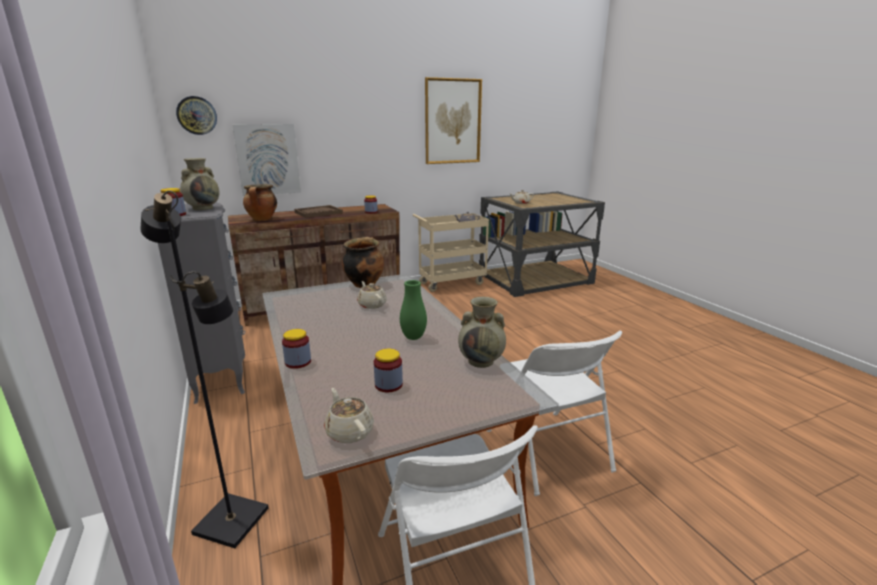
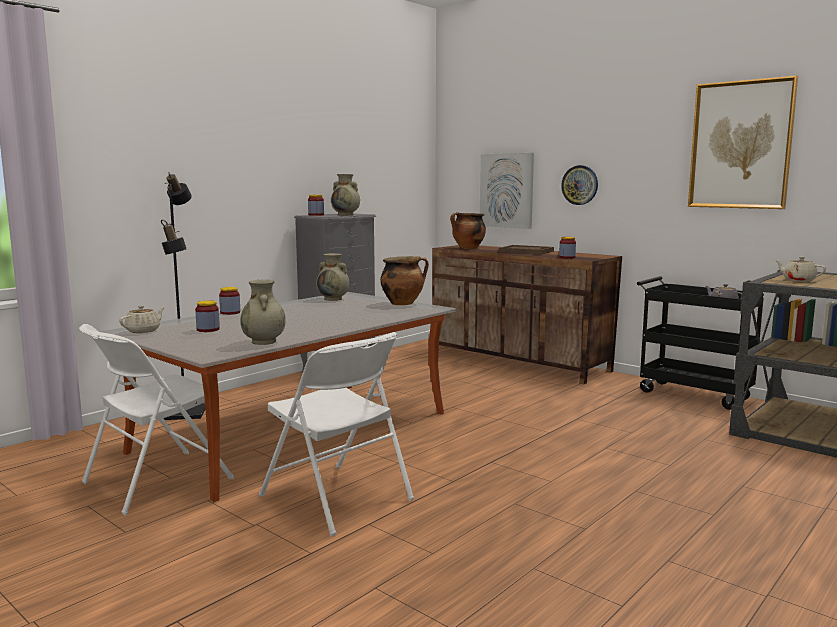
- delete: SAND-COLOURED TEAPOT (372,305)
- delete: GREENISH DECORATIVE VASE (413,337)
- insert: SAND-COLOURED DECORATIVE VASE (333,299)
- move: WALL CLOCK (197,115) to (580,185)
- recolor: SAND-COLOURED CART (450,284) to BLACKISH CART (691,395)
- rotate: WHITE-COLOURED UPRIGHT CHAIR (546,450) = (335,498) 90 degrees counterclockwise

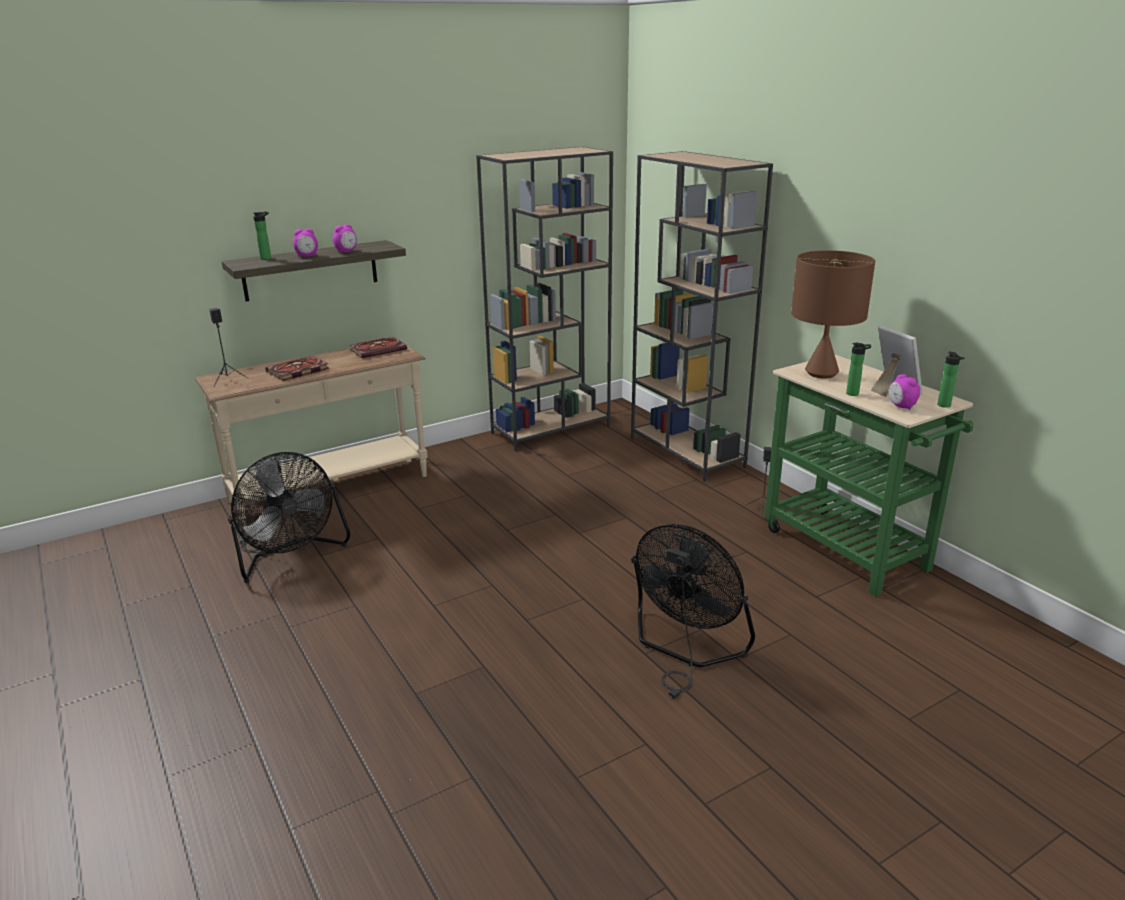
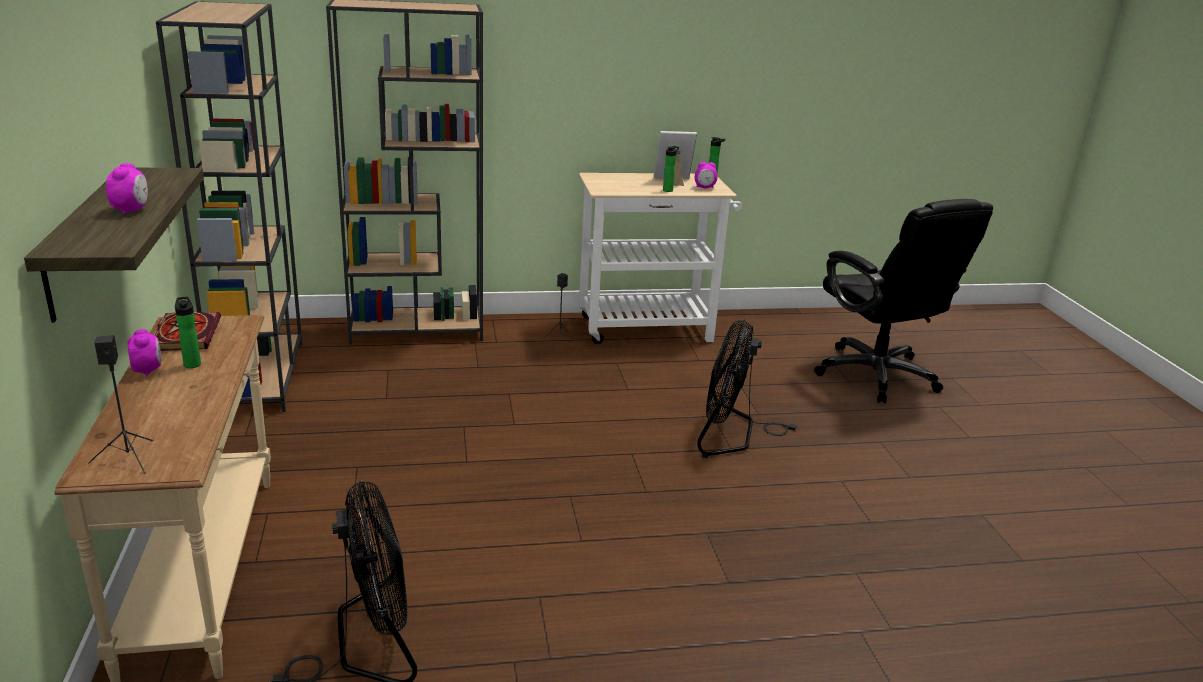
- delete: BOOK (297,371)
- delete: BROWNISH LAMP FOR A TABLE (821,374)
- insert: BLACKISH OFFICE CHAIR (876,374)
- move: DRINK BOTTLE (267,258) to (192,363)
- move: BEDSIDE CLOCK (346,251) to (148,370)
- recolor: GREENISH CART (847,550) to WHITE-COLOURED CART (647,328)
- rotate: BLACKISH FAN (682,648) = (733,431) 45 degrees counterclockwise

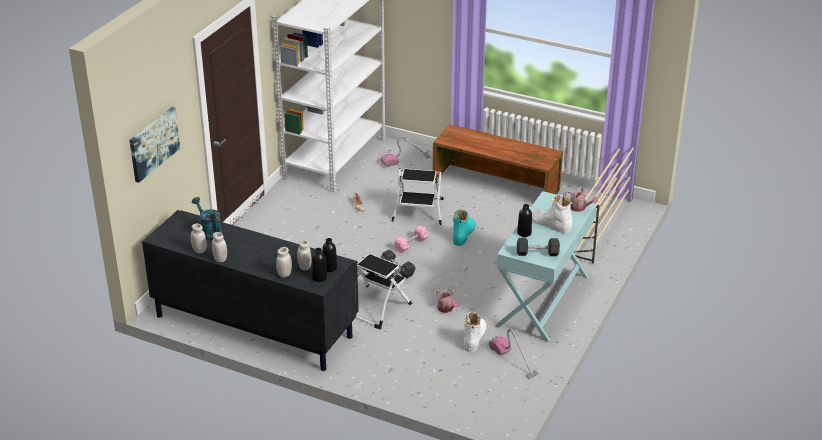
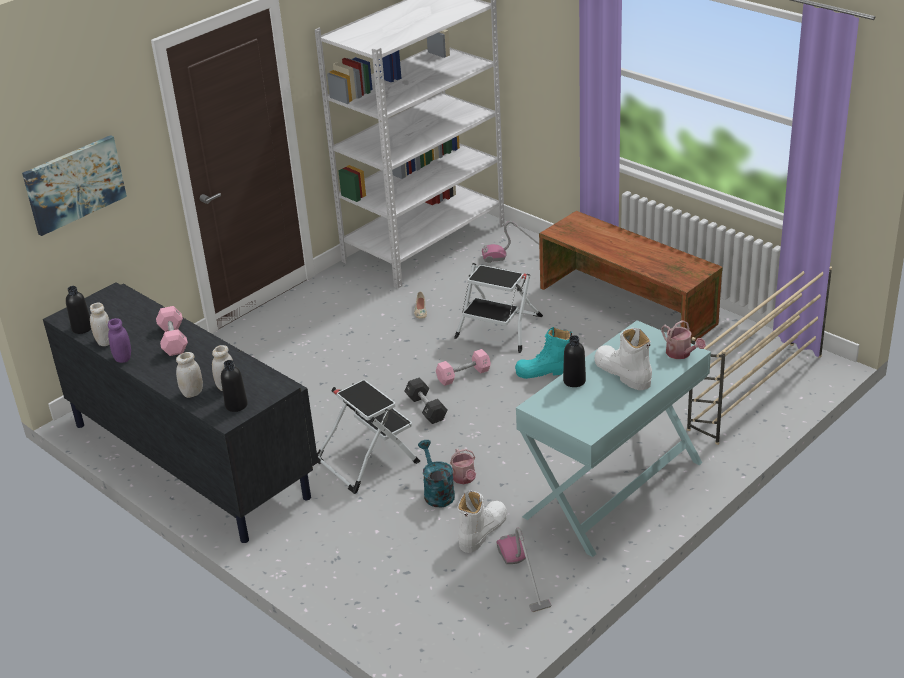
- delete: BLACKISH HAND WEIGHT (537,253)
- insert: PINKISH HAND WEIGHT (173,339)
- move: TURQUOISE-COLOURED WATERING CAN (209,231) to (437,492)
- move: BLACKISH DRINK BOTTLE (330,268) to (82,328)
- recolor: WHITE-COLOURED STORAGE JAR (220,259) to PURPLE STORAGE JAR (123,358)
- rotate: TURQUOISE-COLOURED TALL BOOT (463,234) = (545,371) 135 degrees counterclockwise

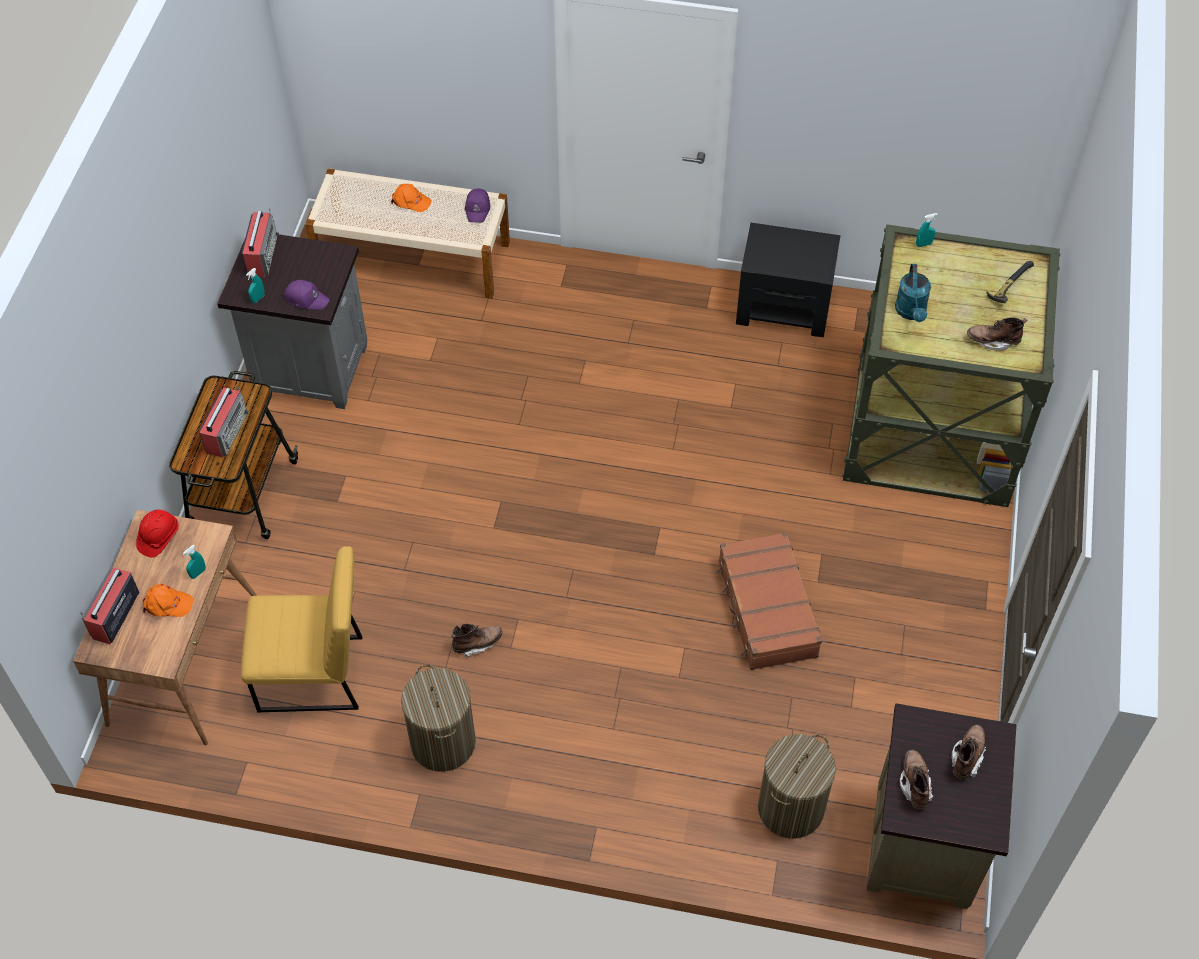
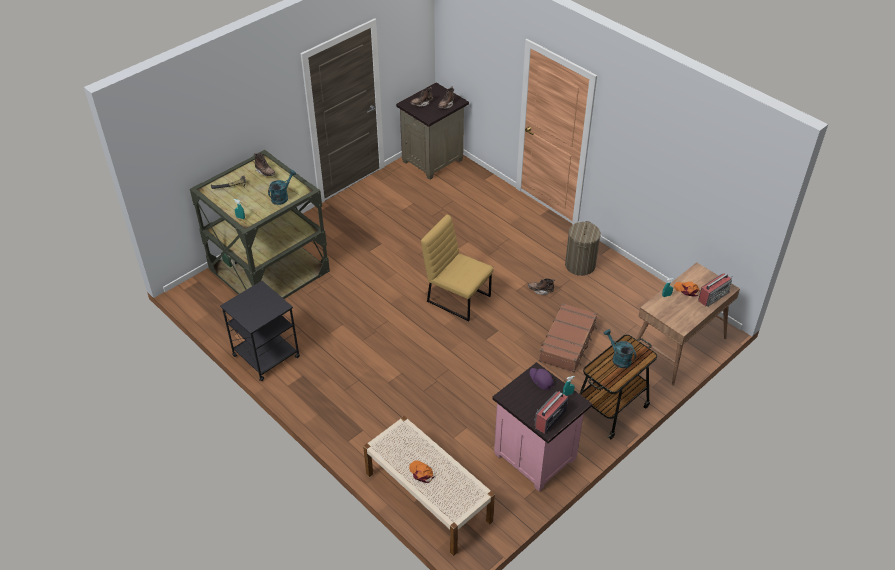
- delete: RED WORK HELMET (158,537)
- delete: PURPLE BASEBALL CAP (478,208)
- delete: HAMPER (790,808)
- move: YELLOW UPRIGHT CHAIR (314,674) to (457,297)
- move: BROWNISH PIECE OF LUGGAGE (766,609) to (568,343)
- replace: RADIO (227,432) to TURQUOISE-COLOURED WATERING CAN (618,358)
- replace: BLACKISH NIGHT TABLE (784,306) to BLACKISH CART (265,355)
- recolor: GREY STORAGE CABINET (308,369) to PINKISH STORAGE CABINET (536,458)

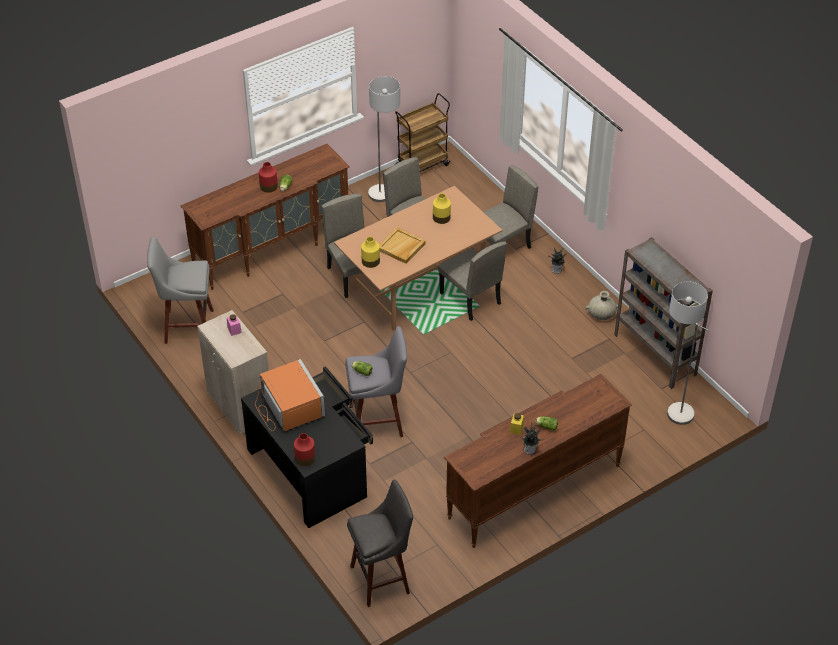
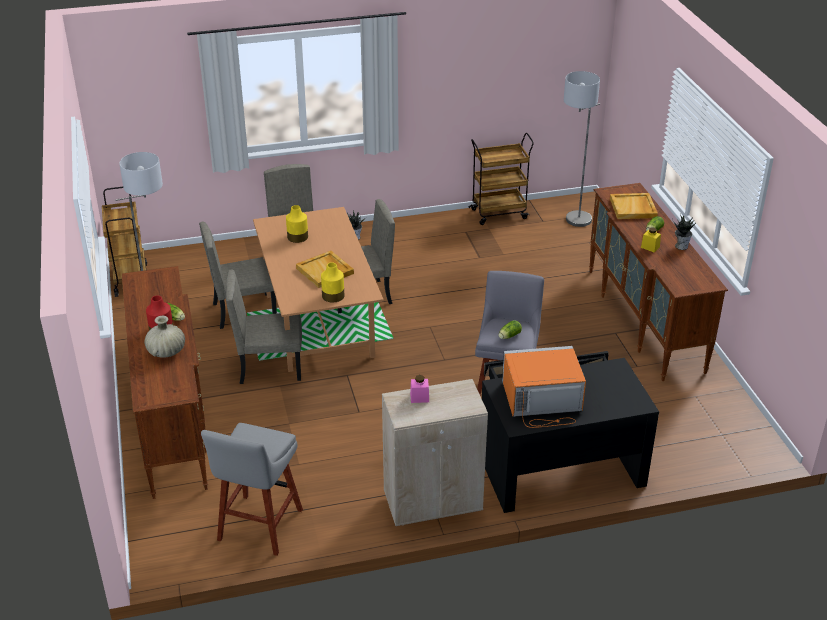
- delete: RED DECORATIVE VASE (305,458)
- delete: GREY STOOL (382,579)
- insert: SAND-COLOURED SERVING TRAY (633,208)
- move: SAND-COLOURED DECORATIVE VASE (601,314) to (166,352)
- replace: GREY BOOKSHELF (655,354) to BROWNISH CART (499,214)

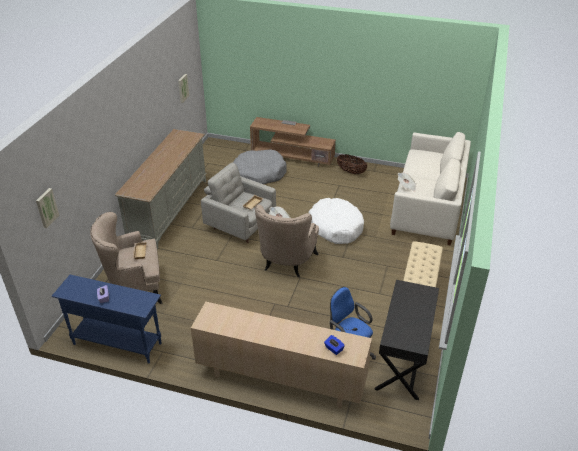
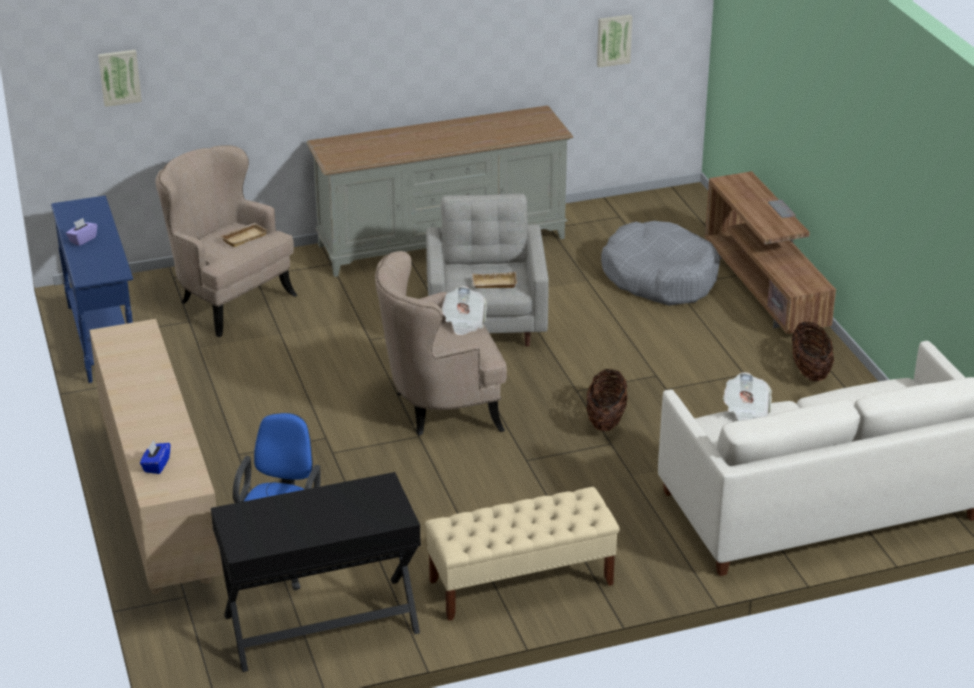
- replace: WHITE-COLOURED DOG BED (336,227) to STORAGE BASKET (606,420)

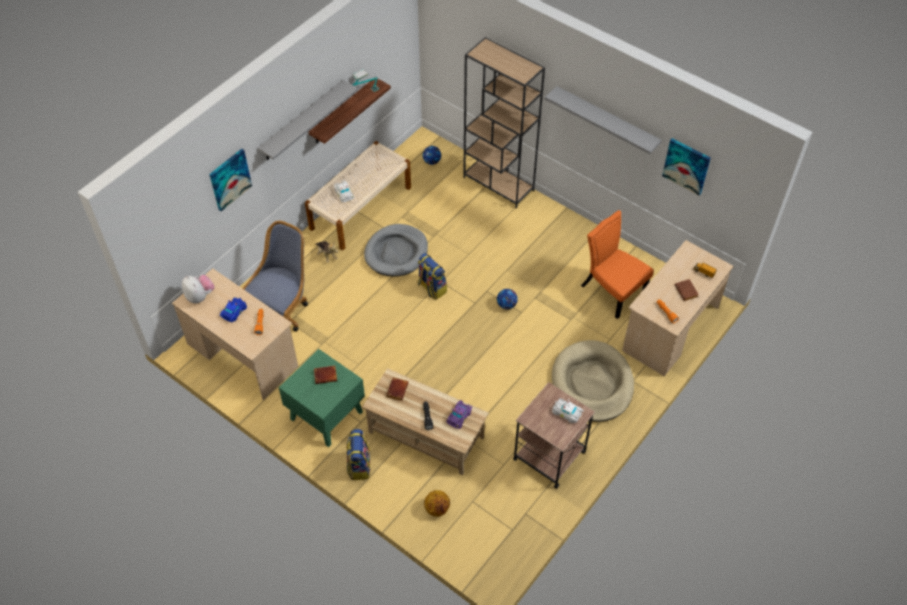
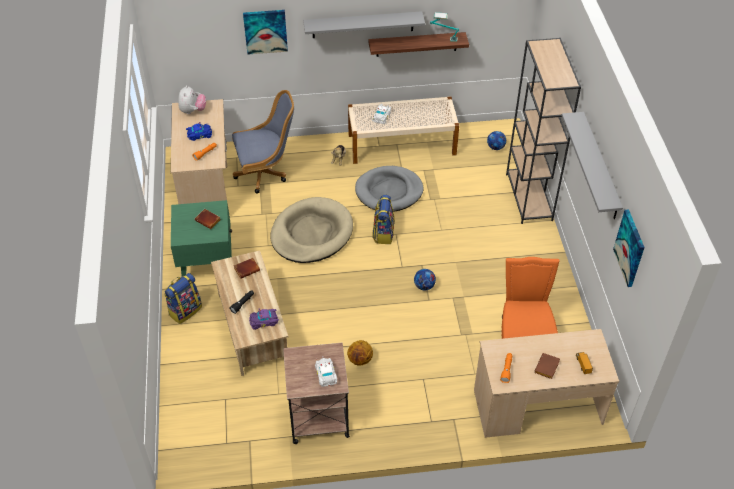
- move: BASKETBALL BALL (437,509) to (360,360)
- move: SAND-COLOURED DOG BED (592,383) to (311,233)

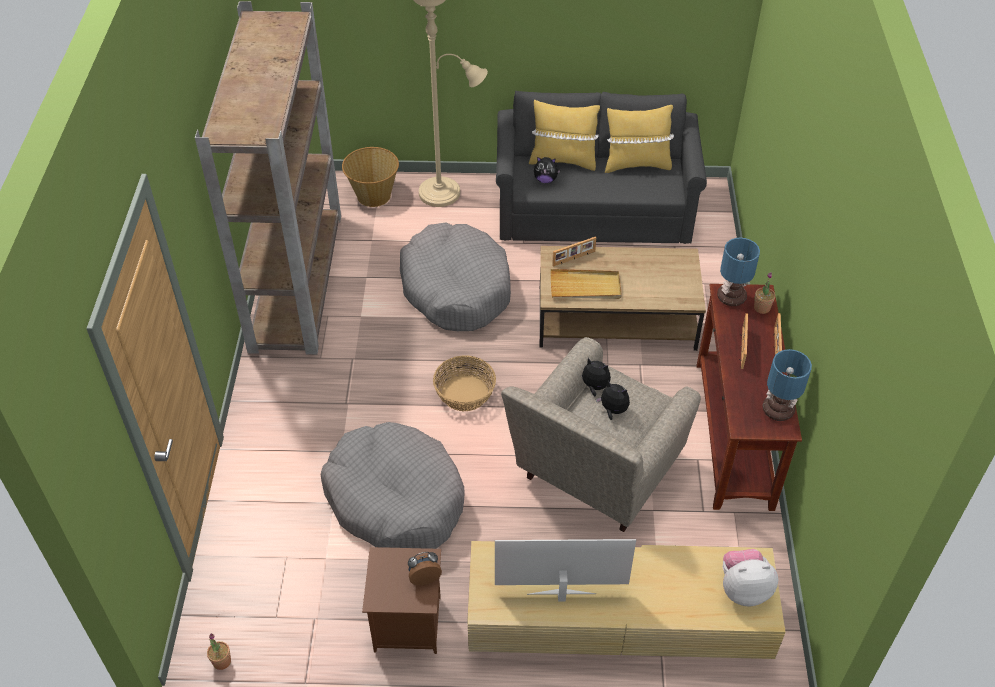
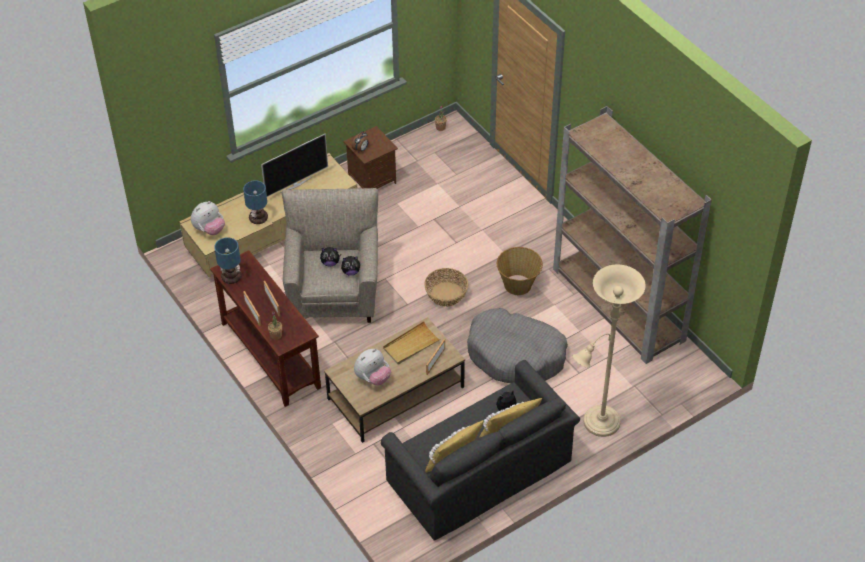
- delete: GREY DOG BED (395,499)
- insert: PLUSH TOY (373,378)
- move: STORAGE BASKET (373,195) to (518,285)
- move: LAMP FOR A TABLE (732,296) to (258,219)

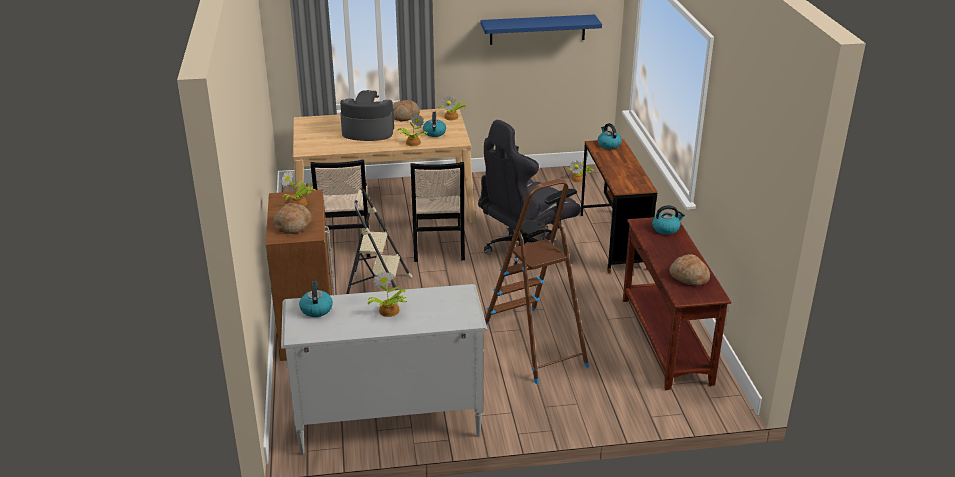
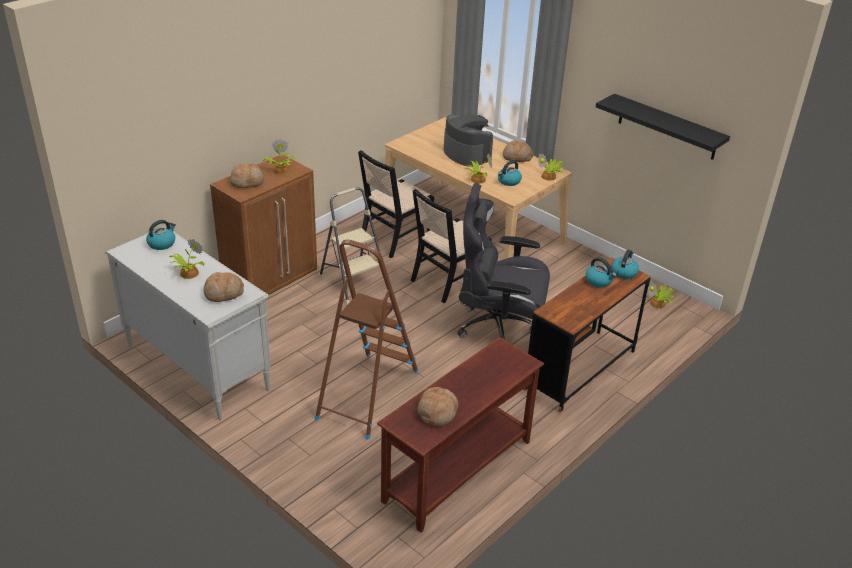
- insert: BAKERY BREAD (223,293)
- move: KETTLE (666,229) to (599,281)
- recolor: BLUE WALL SHELF (537,29) to BLACKISH WALL SHELF (667,127)

